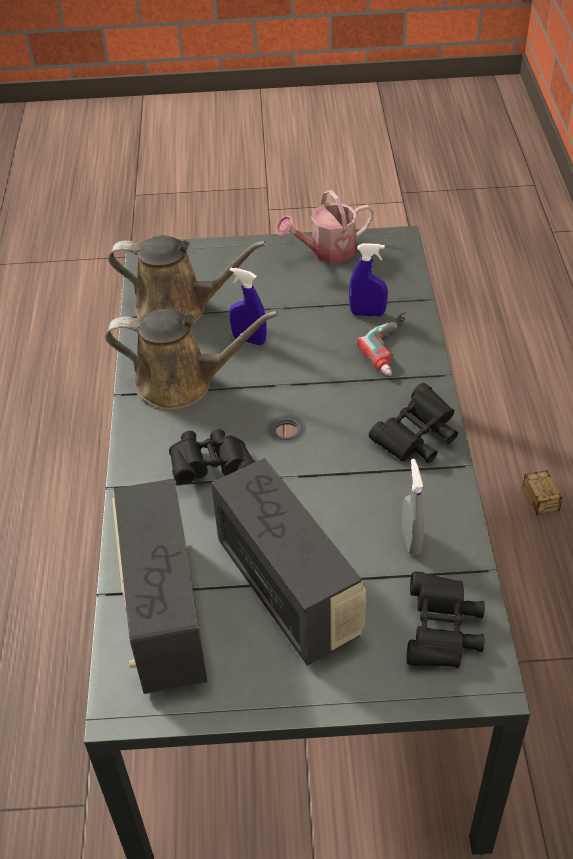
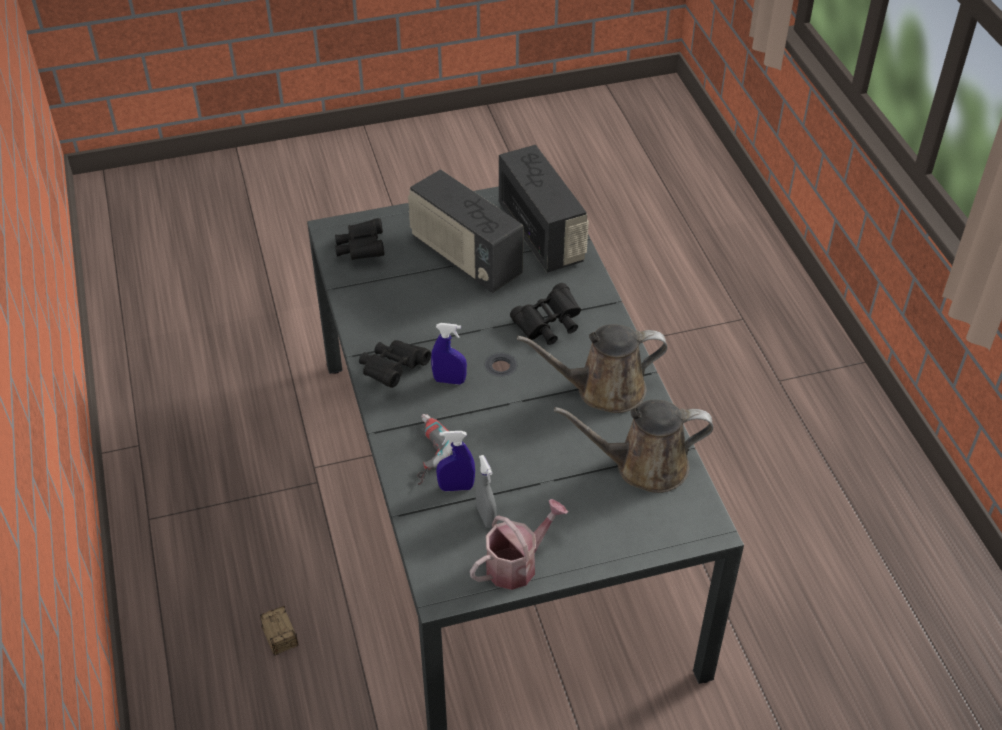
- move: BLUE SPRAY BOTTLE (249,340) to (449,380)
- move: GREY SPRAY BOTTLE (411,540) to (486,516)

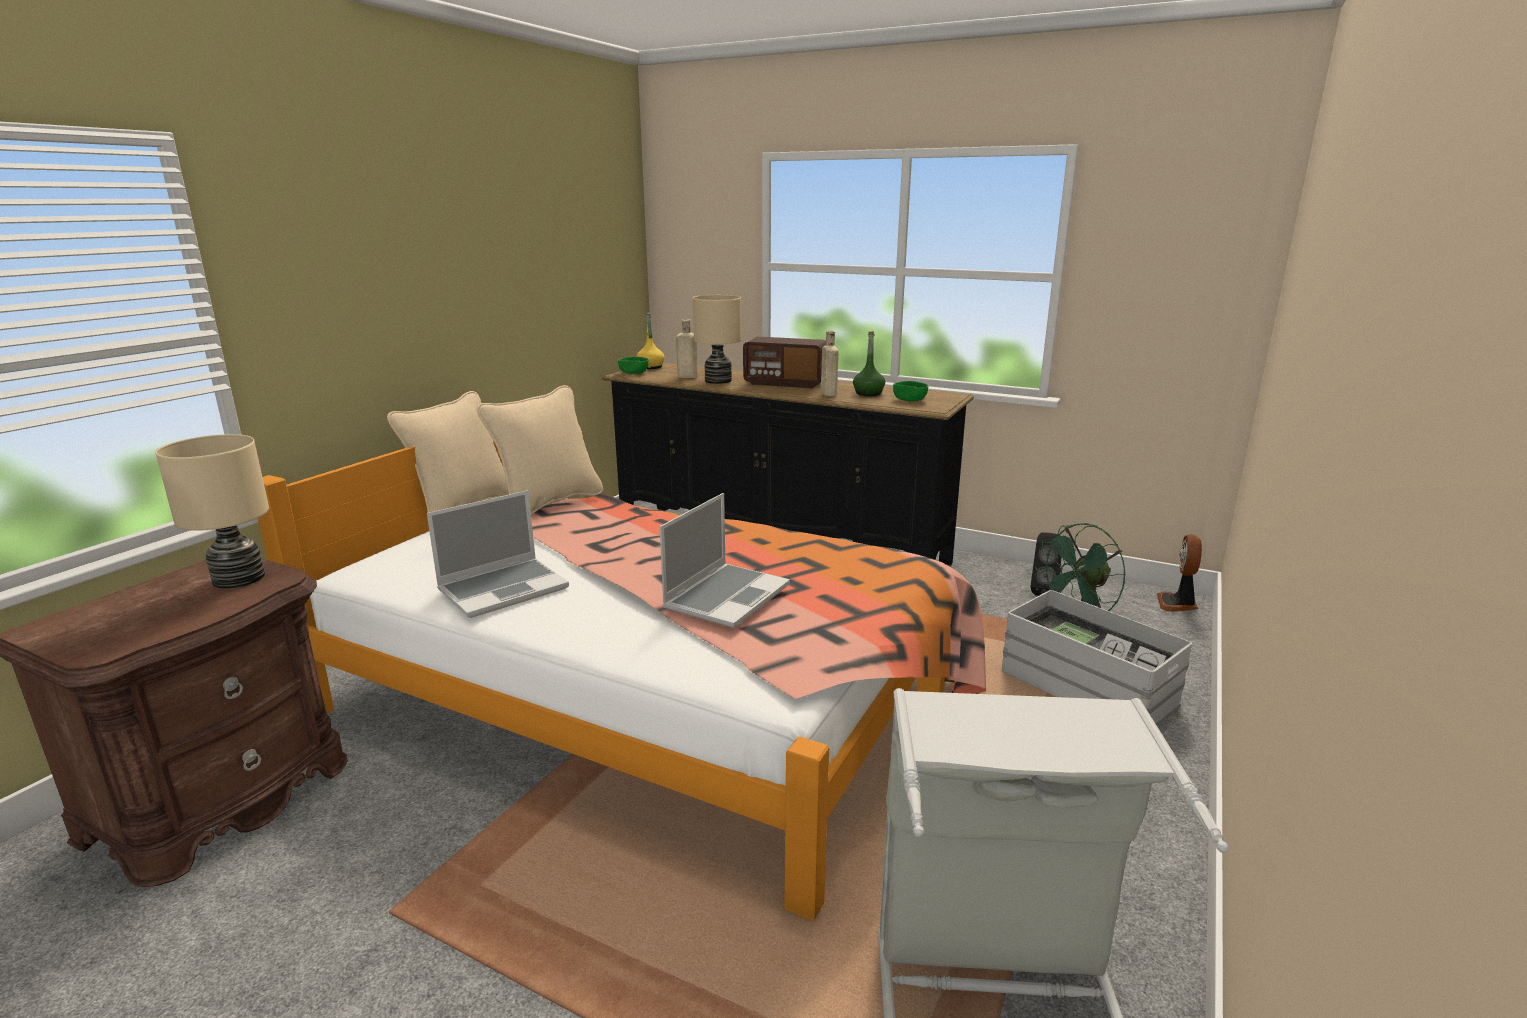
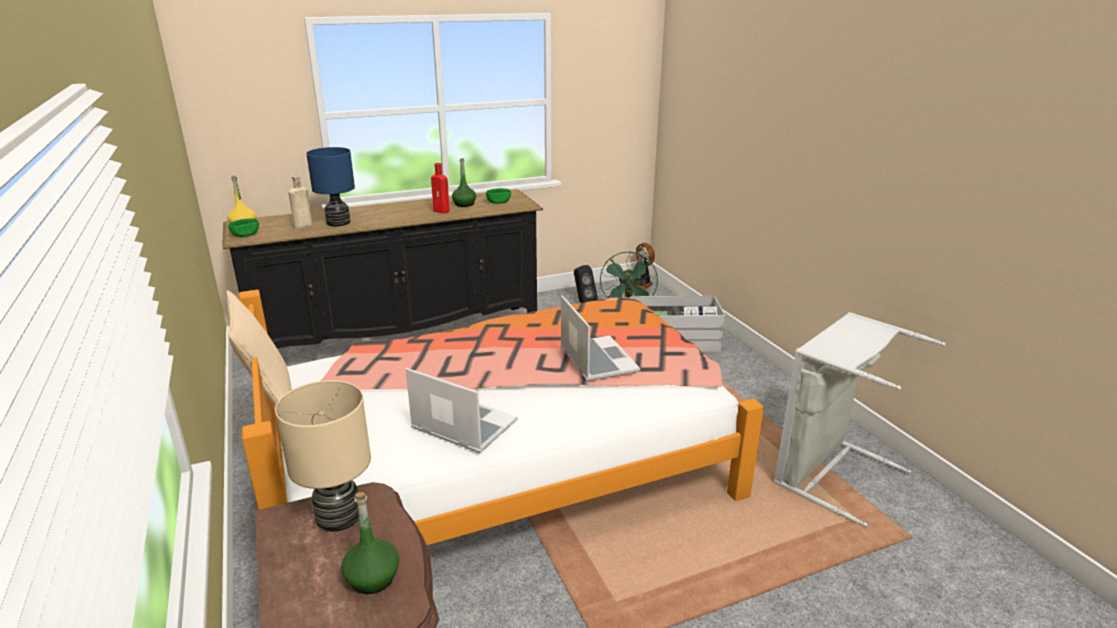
- delete: SAND-COLOURED PILLOW (549,503)
- delete: RADIO (785,383)
- insert: GREENISH DRINK BOTTLE (372,578)
- recolor: SAND-COLOURED LAMP FOR A TABLE (718,381) to BLUE LAMP FOR A TABLE (338,222)
- recolor: SAND-COLOURED DRINK BOTTLE (829,393) to RED DRINK BOTTLE (442,211)
- rotate: PORTABLE COMPUTER (504,588) = (462,426) 60 degrees counterclockwise

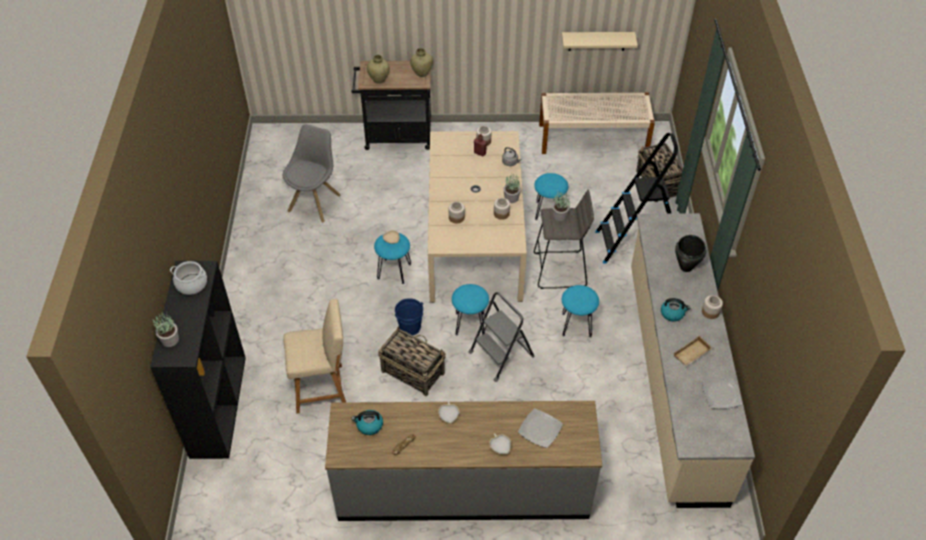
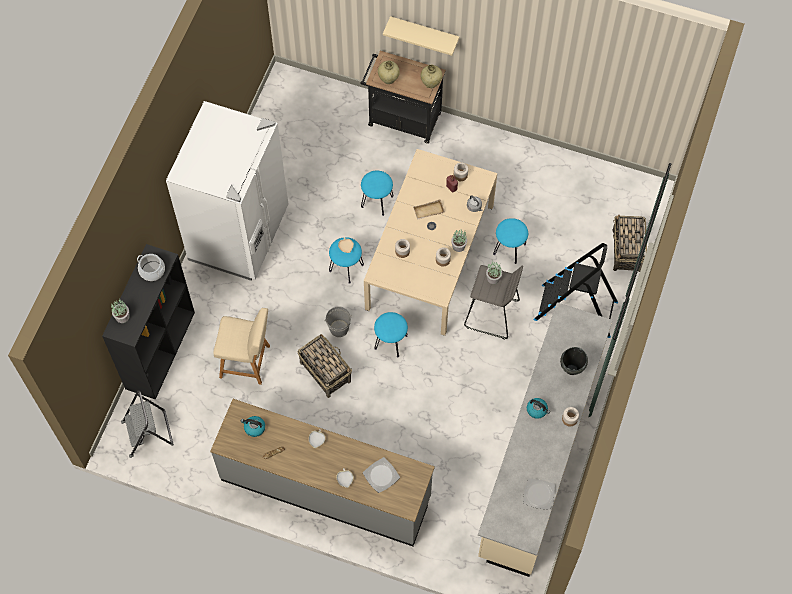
- delete: GREY UPRIGHT CHAIR (315,203)
- delete: SAND-COLOURED INDOOR BENCH (593,138)
- insert: WHITE-COLOURED REFRIGERATOR (239,233)
- move: GREY STEP LADDER (503,353) to (149,432)
- move: SAND-COLOURED WALL SHELF (597,41) to (424,32)
- move: TURQUOISE-COLOURED STOOL (576,324) to (377,201)
- move: SAND-COLOURED SERVING TRAY (692,354) to (428,212)
- recolor: BLUE WATER BUCKET (410,327) to GREY WATER BUCKET (339,328)

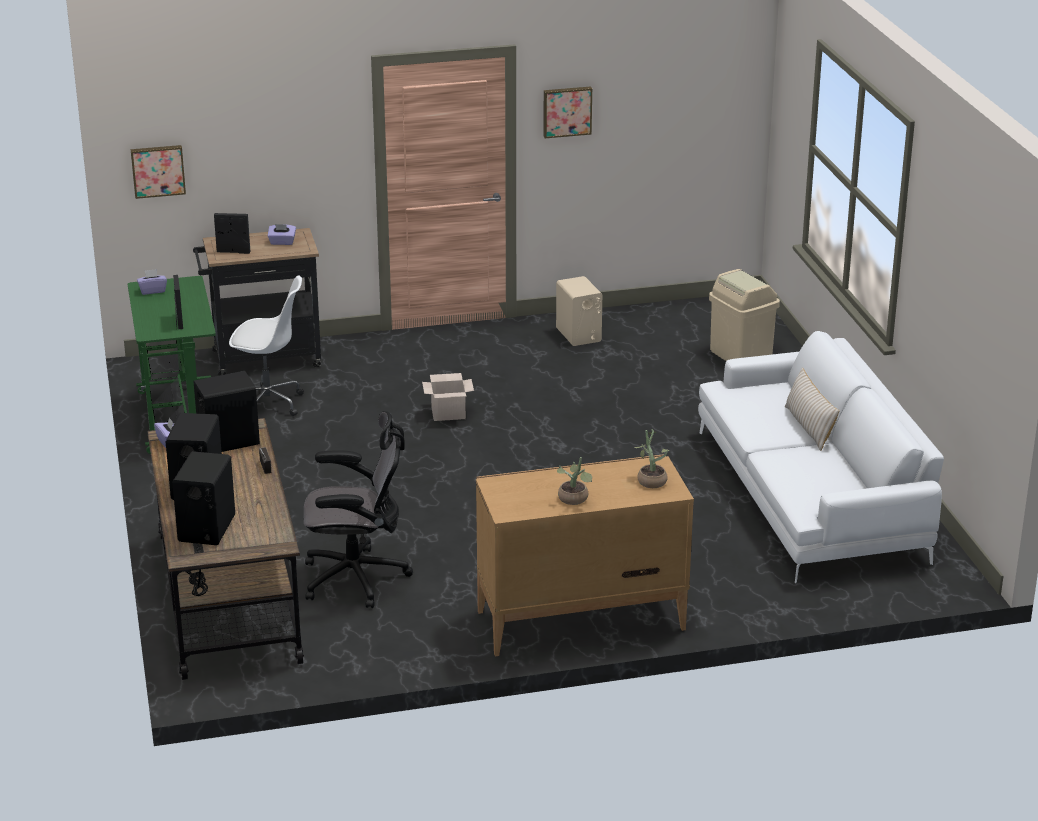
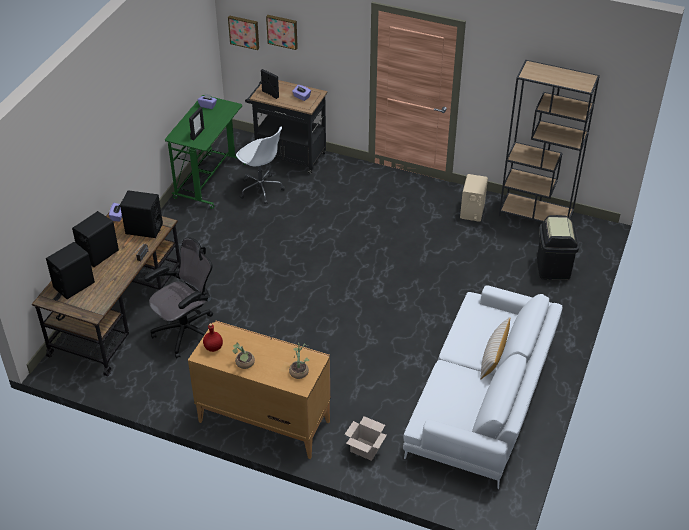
- insert: RED DRINK BOTTLE (213,347)
- insert: BOOKSHELF (536,214)
- move: PACKING BOX (449,413) to (366,449)
- move: WALL PICTURE (567,111) to (282,31)
- recolor: SAND-COLOURED RUBBISH BIN (740,354) to BLACKISH RUBBISH BIN (552,268)
- rotate: OFFICE CHAIR (355,578) = (186,332) 75 degrees counterclockwise

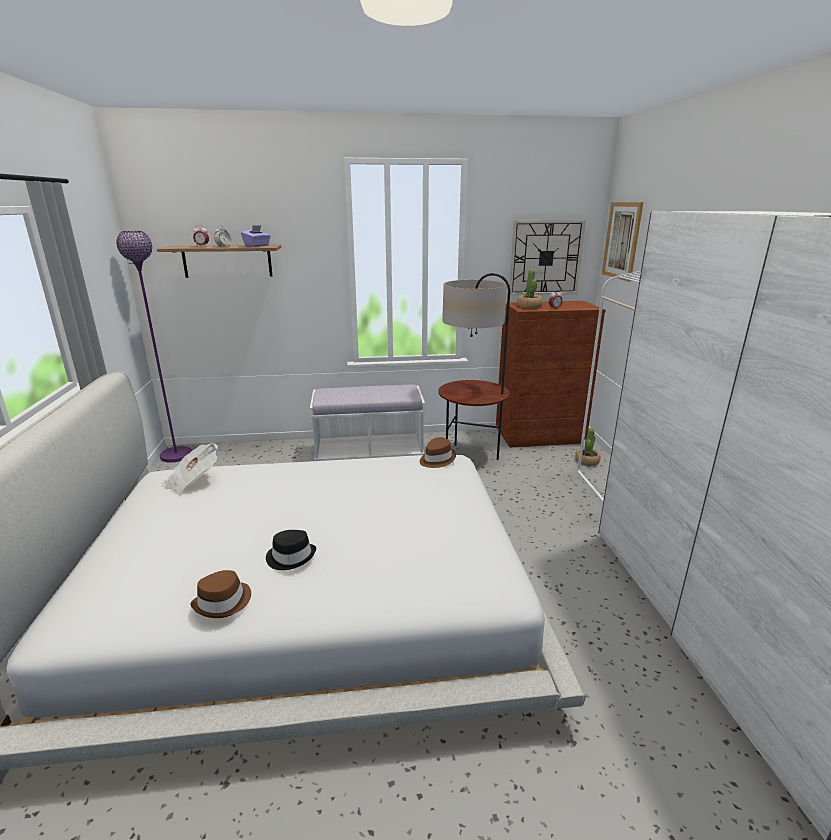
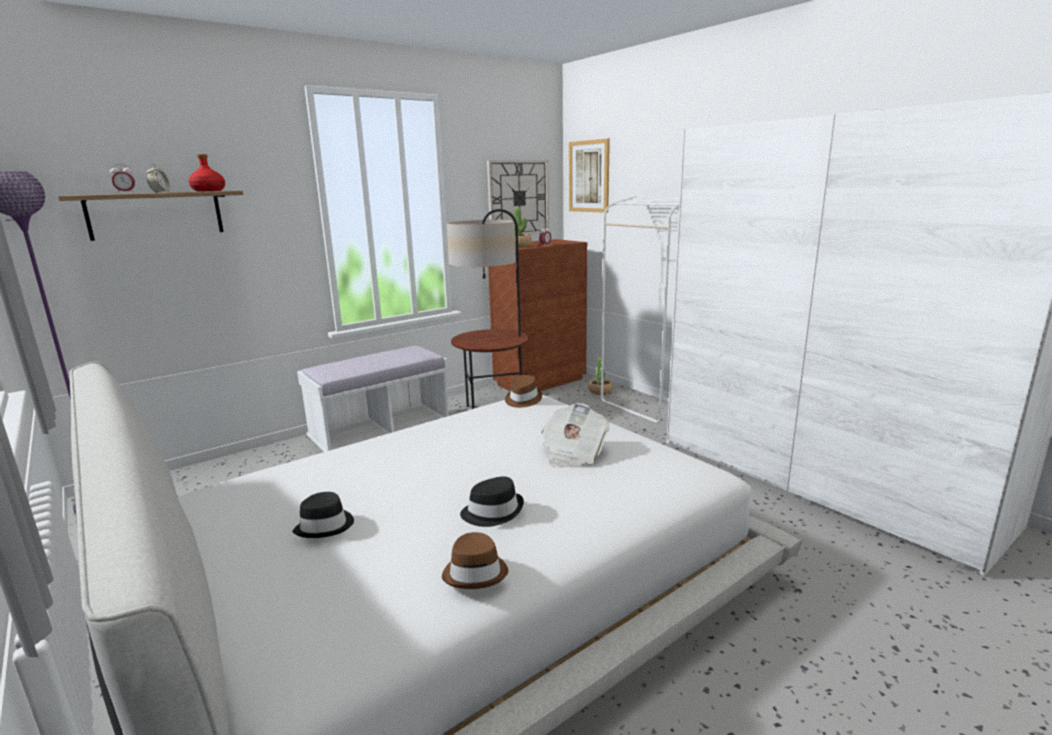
- insert: BLACKISH CLOTHING HAT (325,526)
- move: NEWSPAPER (192,480) to (573,453)
- replace: PURPLE TISSUE BOX (257,246) to RED DRINK BOTTLE (208,191)

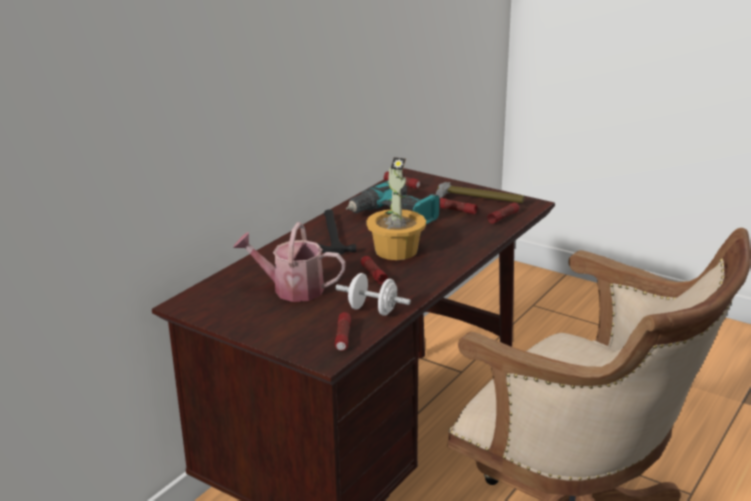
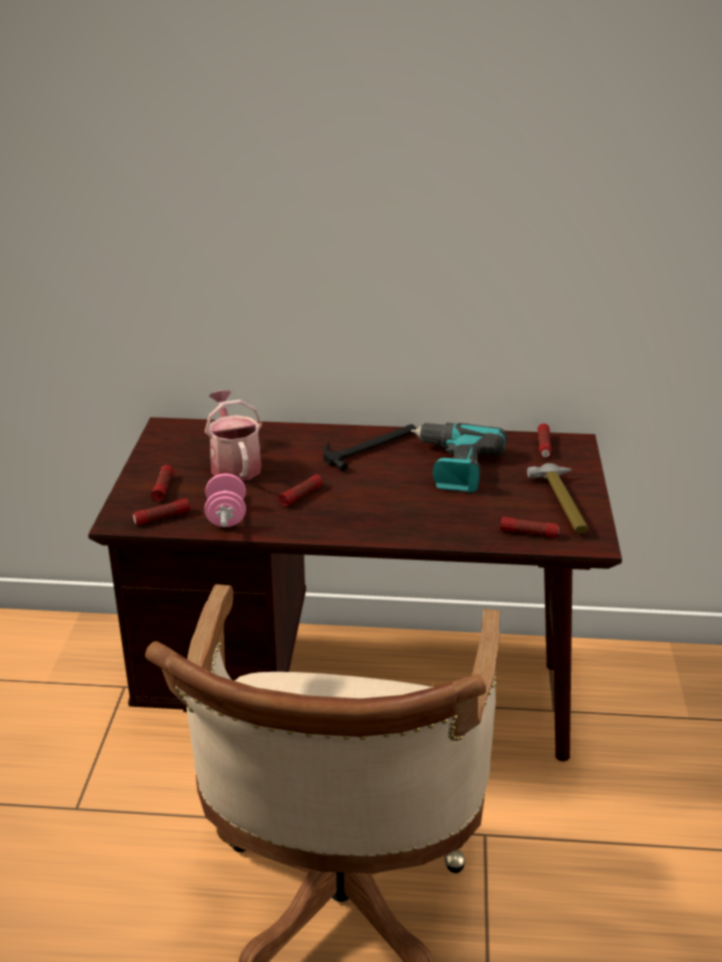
- delete: HOUSEPLANT (396,250)
- move: HAND TORCH (456,210) to (163,488)
- recolor: WHITE-COLOURED HAND WEIGHT (373,310) to PINKISH HAND WEIGHT (226,517)

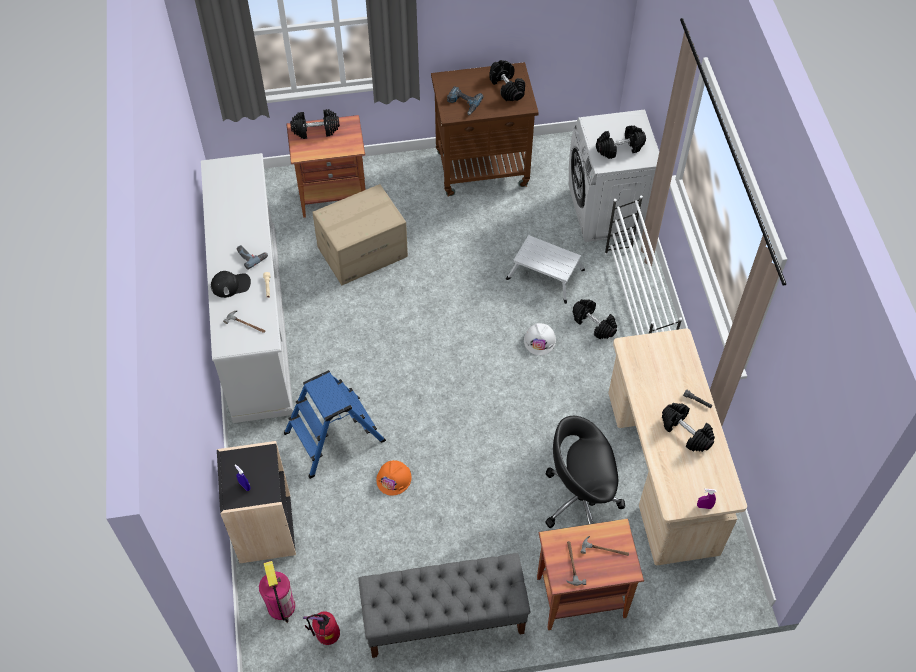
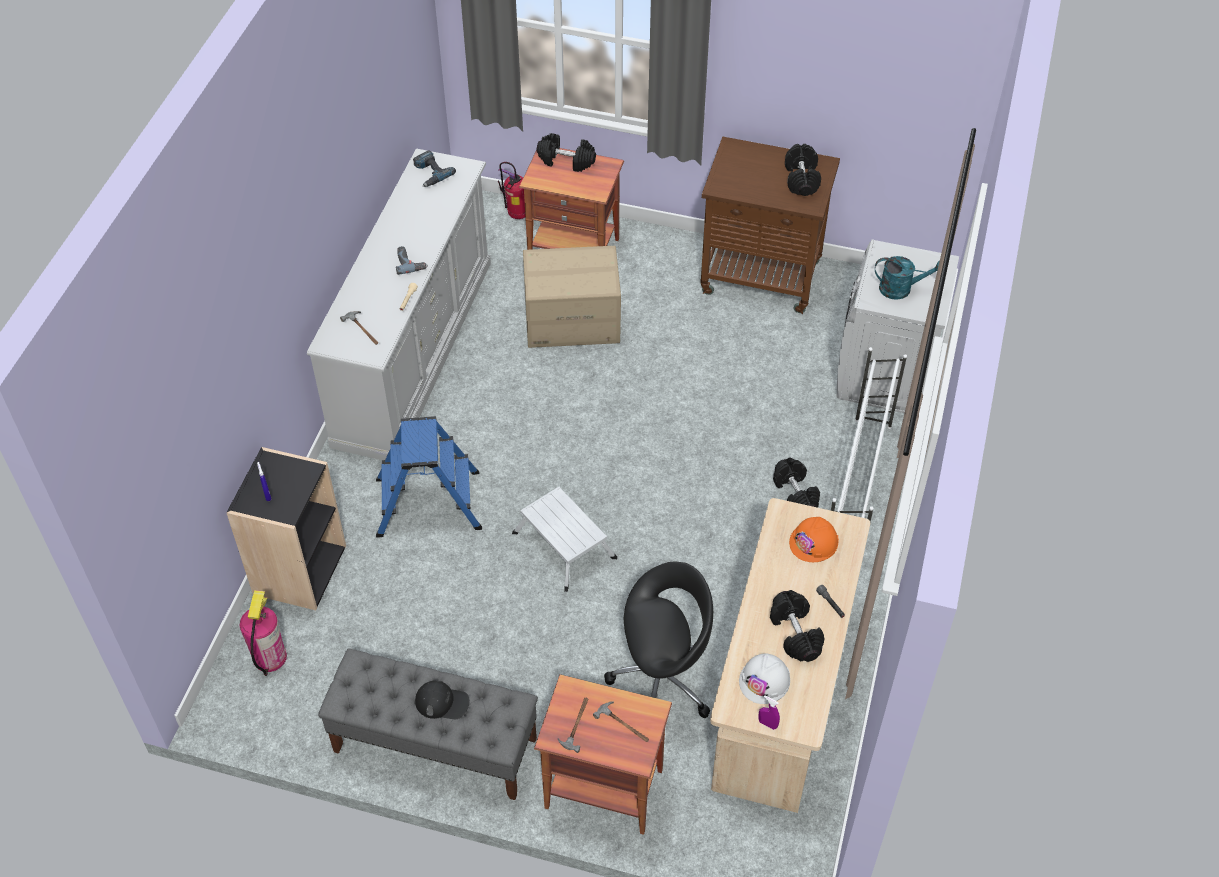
- move: BLACKISH BASEBALL CAP (231,285) to (442,702)
- move: FIRE-FIGHTING CYLINDER (327,637) to (516,215)
- move: ORANGE-COLOURED WORK HELMET (394,478) to (814,542)
- move: ELECTRIC DRILL (463,103) to (430,173)
- move: WHITE-COLOURED STEP LADDER (545,274) to (563,544)
- move: WHITE-COLOURED WORK HELMET (540,340) to (764,680)
- replace: BLACKISH HAND WEIGHT (619,148) to TURQUOISE-COLOURED WATERING CAN (901,289)
- rotate: BLACKISH OFFICE CHAIR (578,500) = (663,682) 150 degrees clockwise

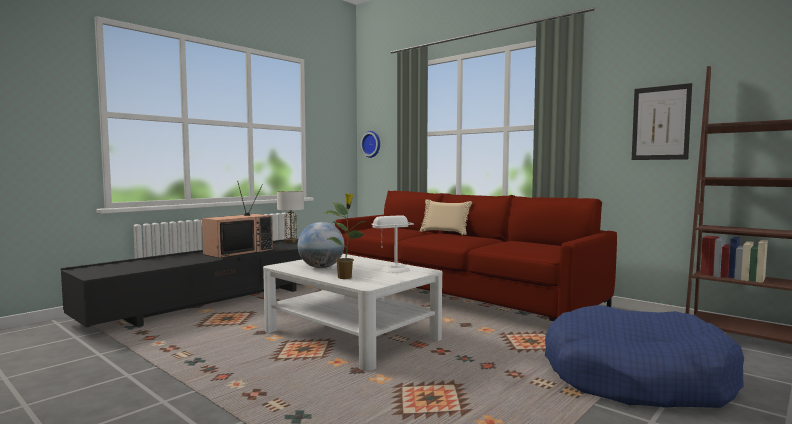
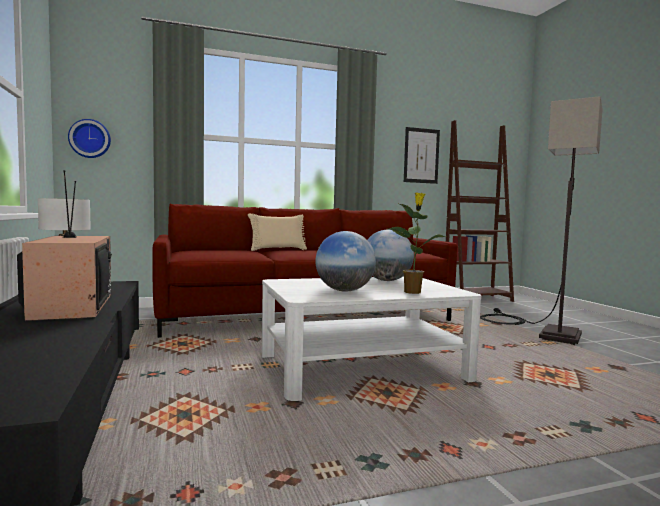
- replace: WHITE-COLOURED LAMP FOR A TABLE (392,268) to DESK GLOBE (386,280)
- replace: BLUE DOG BED (635,378) to STANDING LAMP (527,327)

